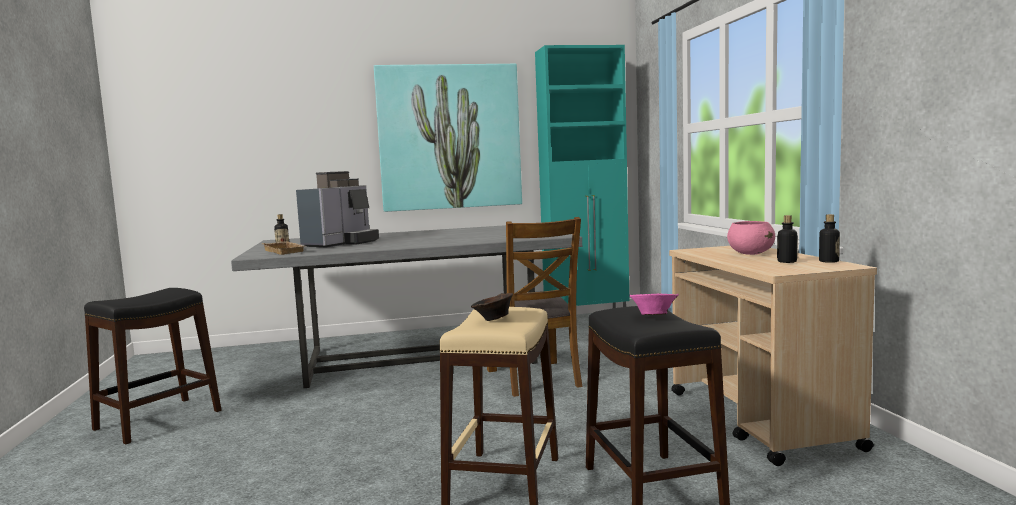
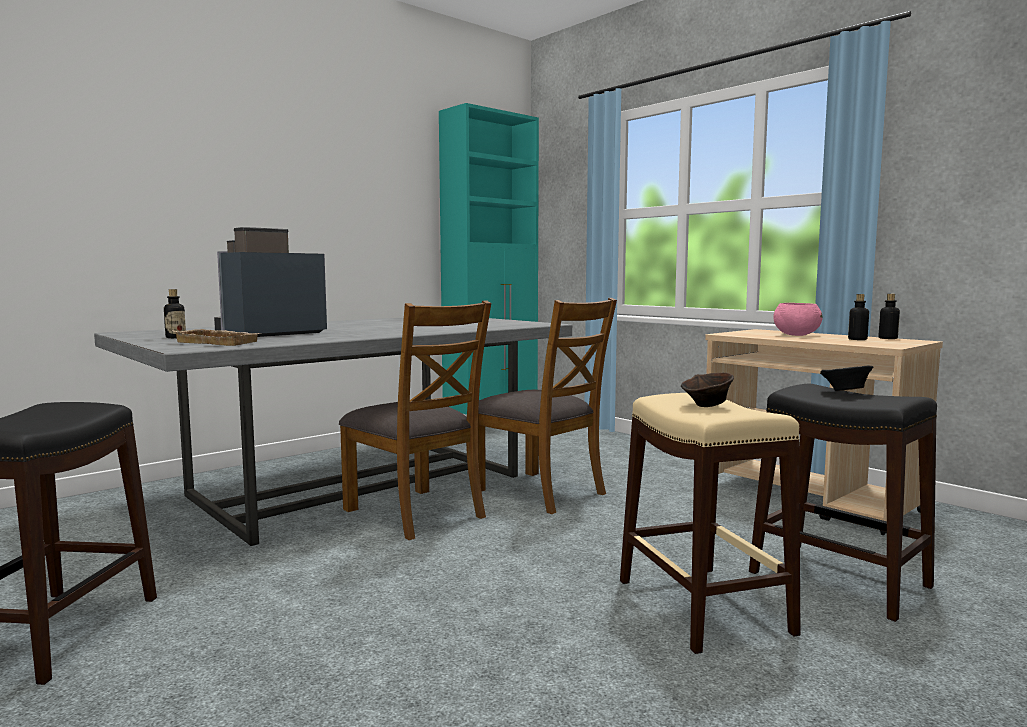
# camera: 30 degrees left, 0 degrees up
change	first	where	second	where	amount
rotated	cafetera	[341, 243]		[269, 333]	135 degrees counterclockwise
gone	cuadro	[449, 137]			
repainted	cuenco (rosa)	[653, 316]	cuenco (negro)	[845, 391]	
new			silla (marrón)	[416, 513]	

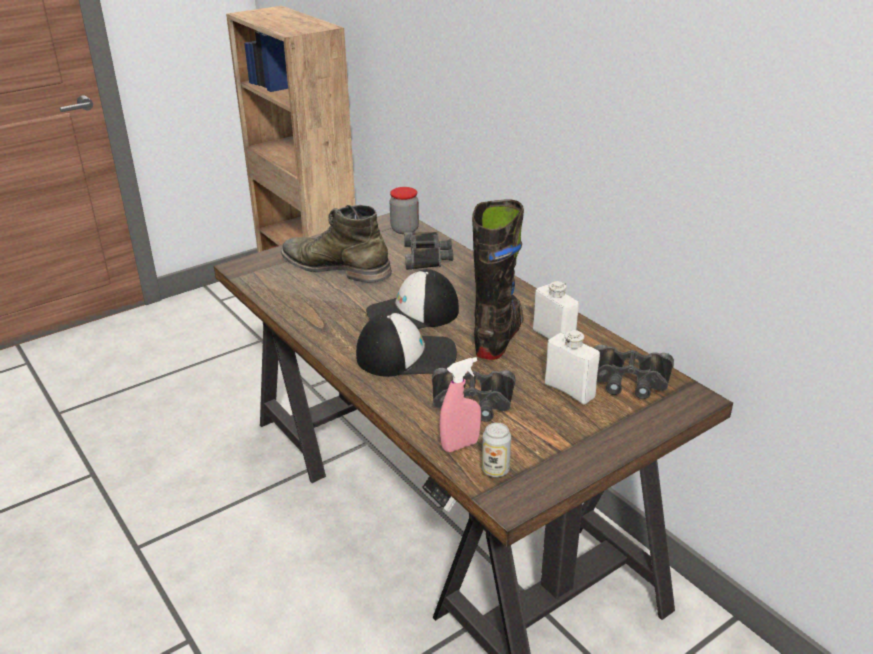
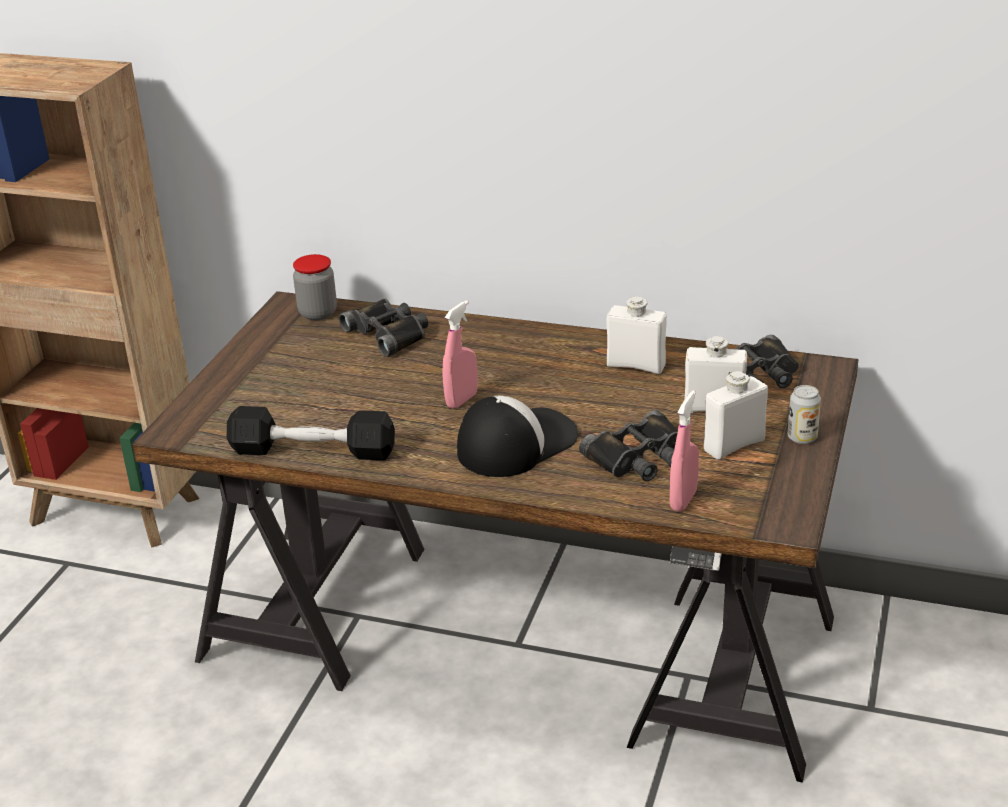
# camera: 35 degrees left, 0 degrees up
change	first	where	second	where	amount
gone	bota (verde)	[336, 267]			
swapped	gorra	[413, 314]	pulverizador (rosa)	[462, 400]	
gone	bota (negro)	[498, 336]			
shifted	lata	[495, 470]		[802, 438]	
new			mancuerna (negro)	[313, 450]	
new			botella (blanco)	[734, 445]	

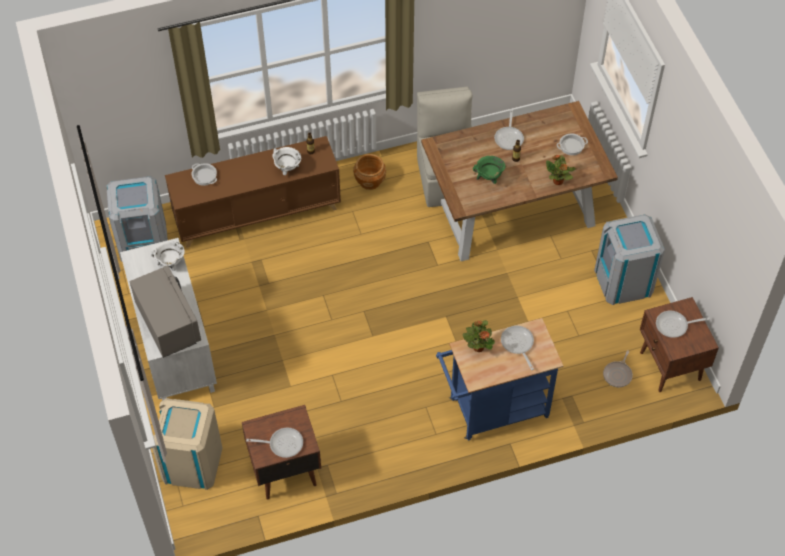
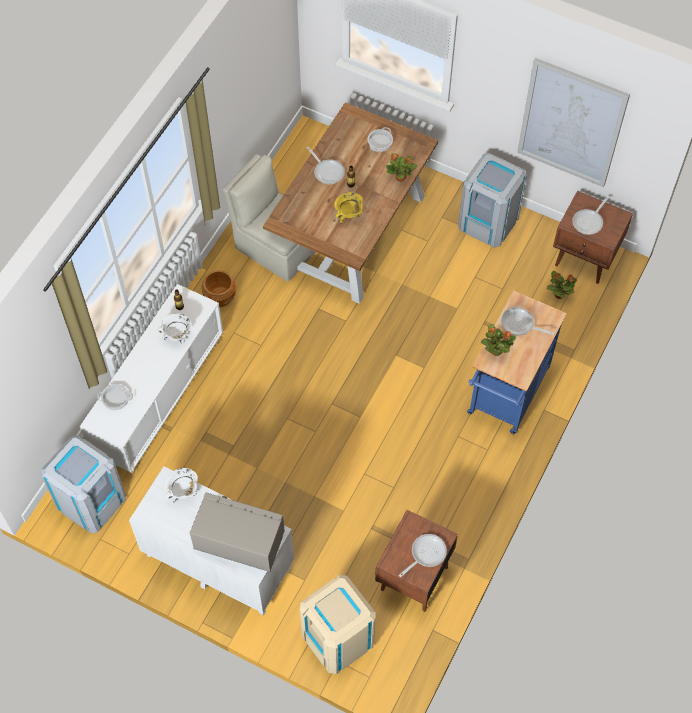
# camera: 45 degrees left, 5 degrees up
change	first	where	second	where	amount
repainted	armario (marrón)	[258, 213]	armario (blanco)	[160, 397]	
repainted	olla (verde)	[489, 178]	olla (amarillo)	[348, 215]	
swapped	sartén	[618, 374]	planta en maceta	[559, 294]	
new			cuadro	[571, 123]	

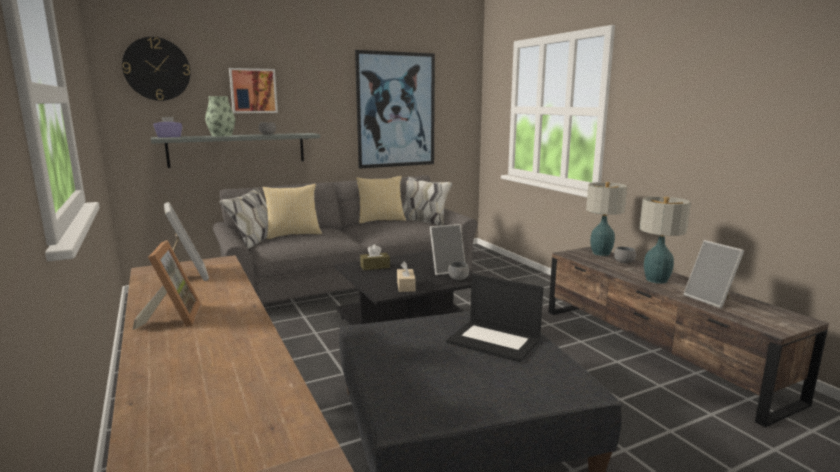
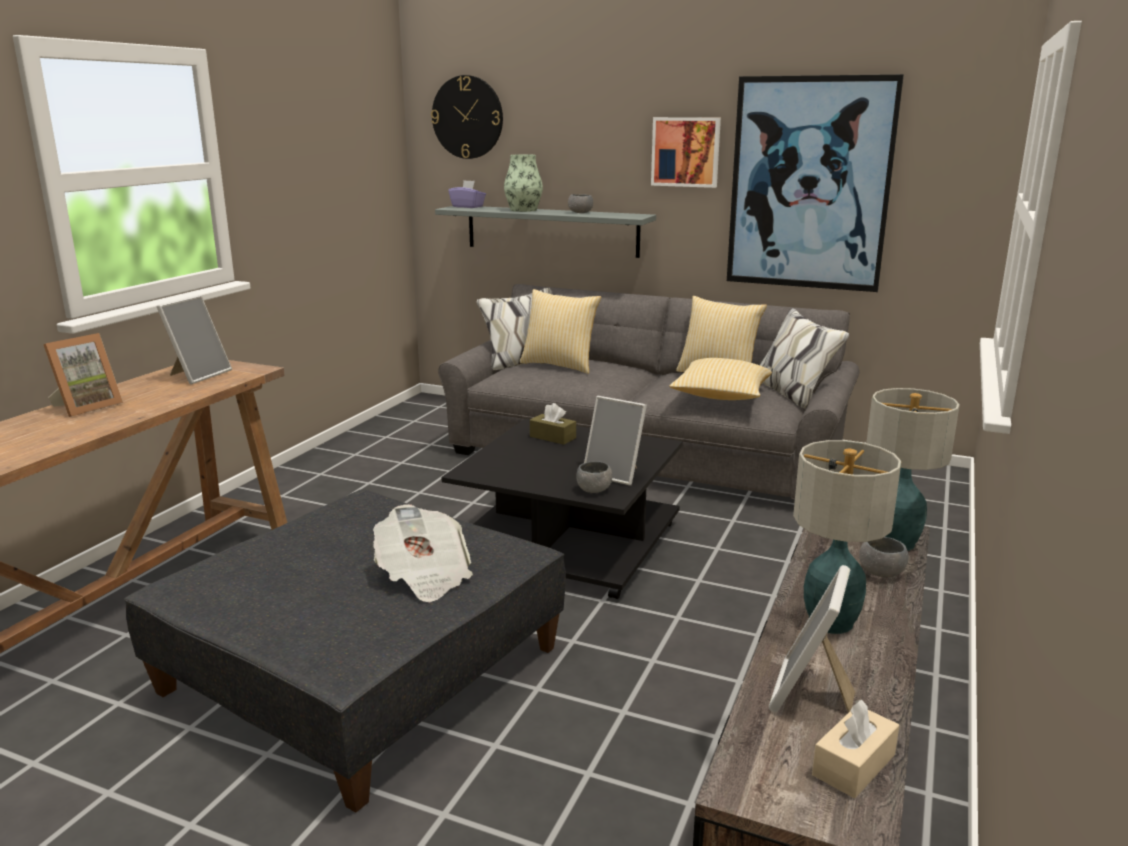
# camera: 50 degrees right, 5 degrees up
change	first	where	second	where	amount
shifted	cuadro	[253, 91]		[686, 152]	
shifted	caja de pañuelos (beis)	[406, 286]		[853, 765]	
swapped	portátil	[495, 341]	periódico	[424, 576]	
new			cojín	[721, 396]	

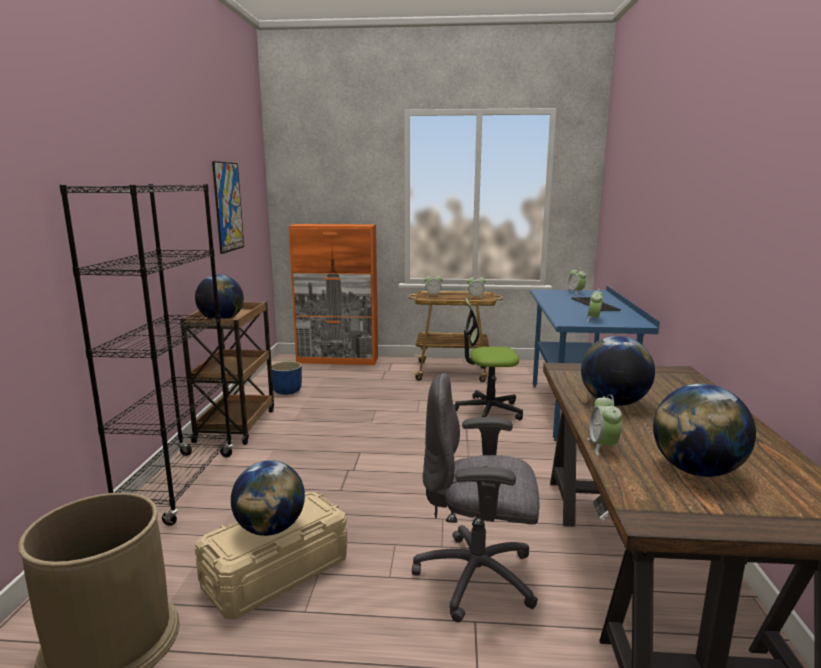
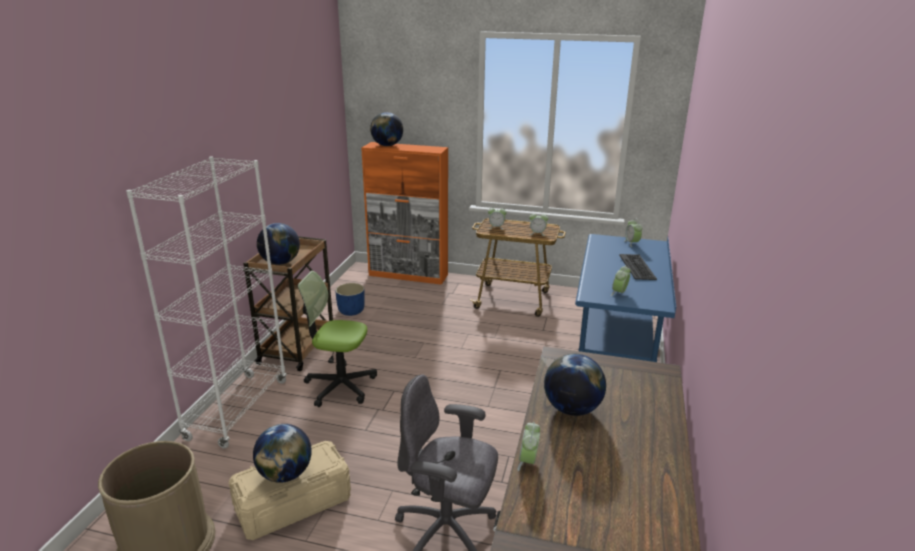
# camera: 10 degrees right, 10 degrees up
change	first	where	second	where	amount
repainted	estantería (negro)	[179, 486]	estantería (blanco)	[238, 409]	
gone	cuadro	[228, 207]			
shifted	silla de oficina	[488, 411]		[340, 386]	
shifted	globo terráqueo	[696, 471]		[387, 145]	

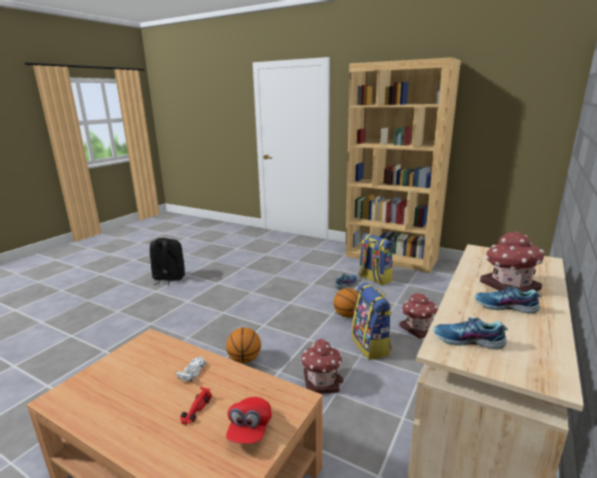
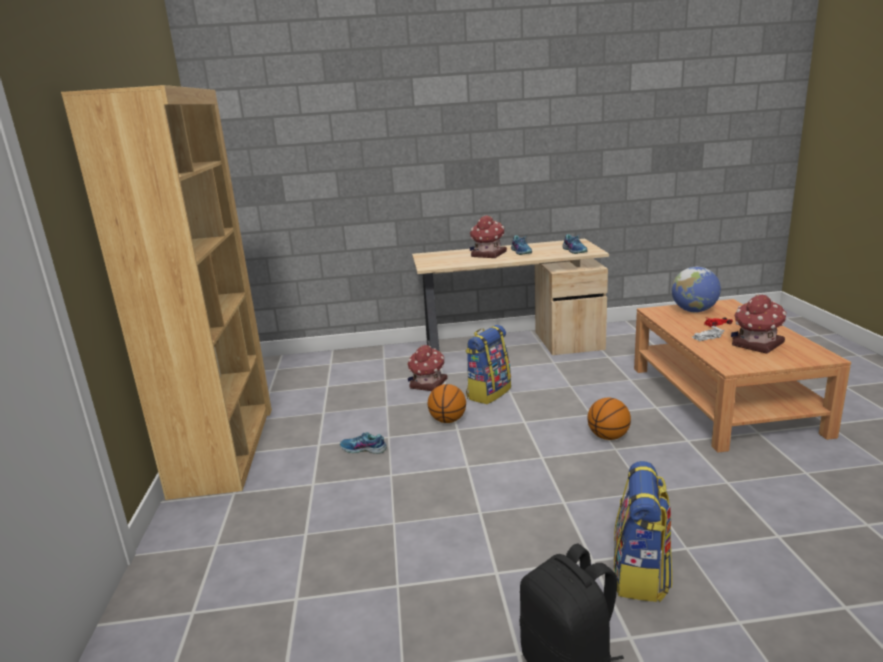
# camera: 125 degrees left, 0 degrees up
change	first	where	second	where	amount
swapped	gorra (rojo)	[250, 429]	globo terráqueo	[694, 311]	
shifted	casita	[321, 381]		[757, 344]	
shifted	mochila	[374, 279]		[641, 574]	

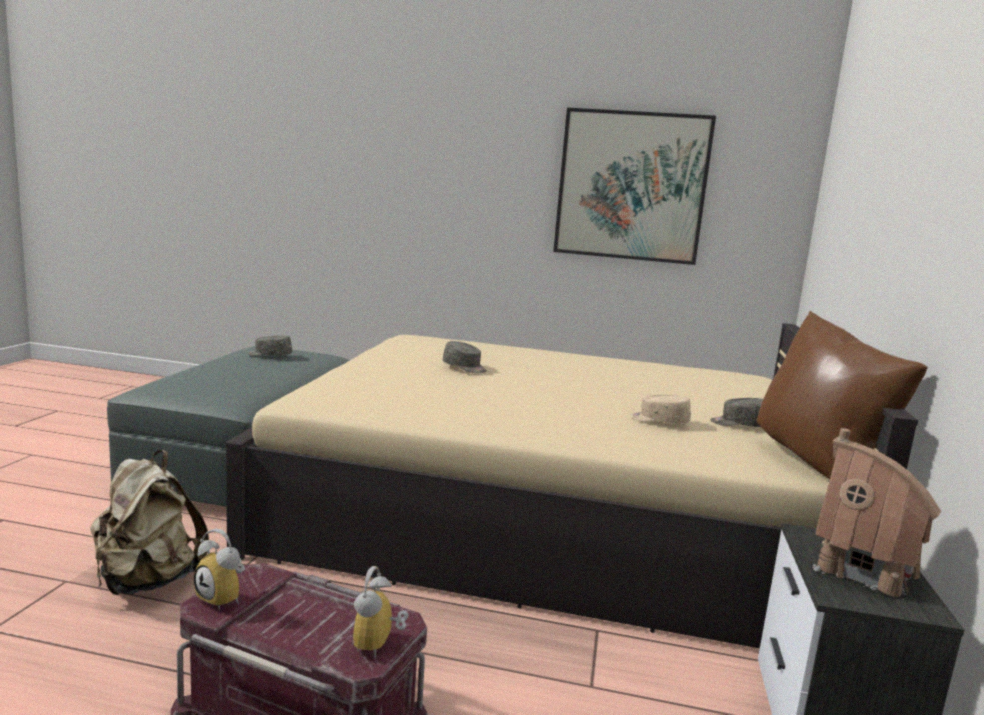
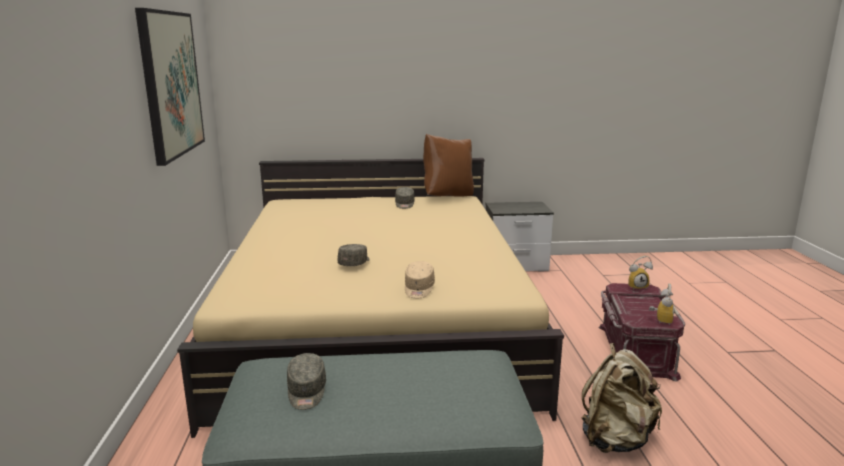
# camera: 105 degrees left, 5 degrees up
change	first	where	second	where	amount
shifted	gorra (beis)	[658, 421]		[418, 289]	
gone	casita	[863, 570]			

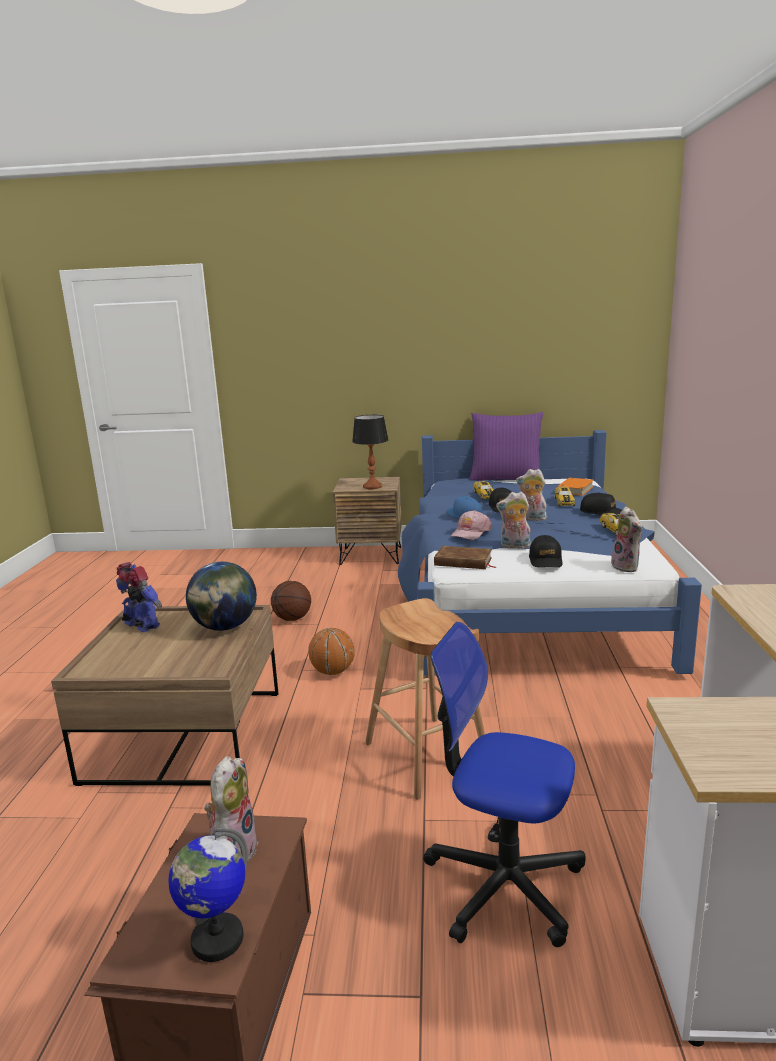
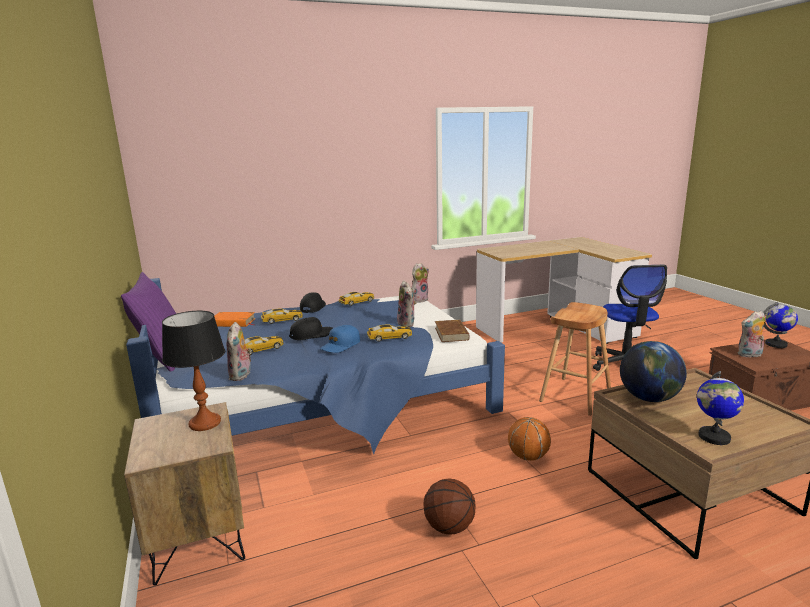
# camera: 115 degrees left, 0 degrees up
change	first	where	second	where	amount
swapped	robot de juguete	[141, 626]	globo terráqueo	[713, 437]	
swapped	gorra (rosa)	[470, 533]	coche de juguete	[390, 337]	
shifted	peluche	[531, 519]		[241, 375]	
gone	gorra (negro)	[545, 560]			

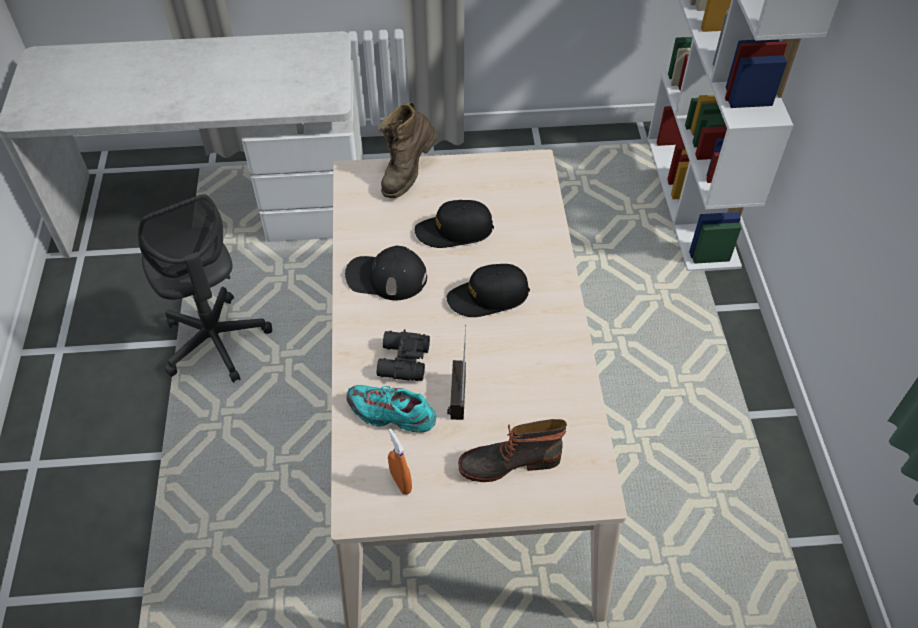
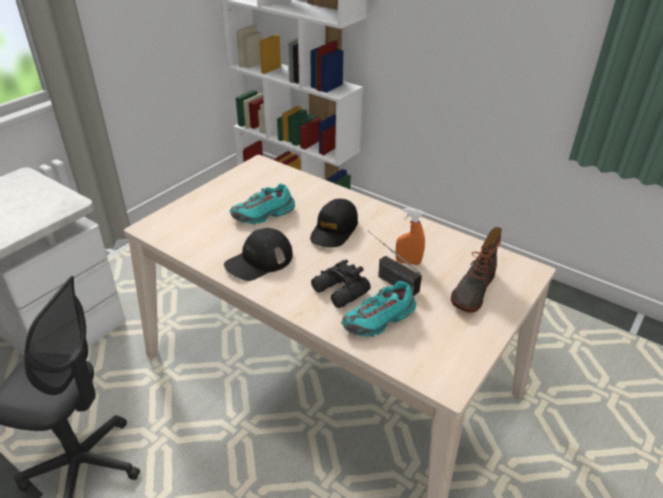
# camera: 50 degrees left, 15 degrees down
change	first	where	second	where	amount
gone	bota (marrón)	[407, 174]			
shifted	pulverizador (naranja)	[401, 482]		[408, 262]	
swapped	gorra (negro)	[454, 231]	zapato (turquesa)	[264, 215]	

